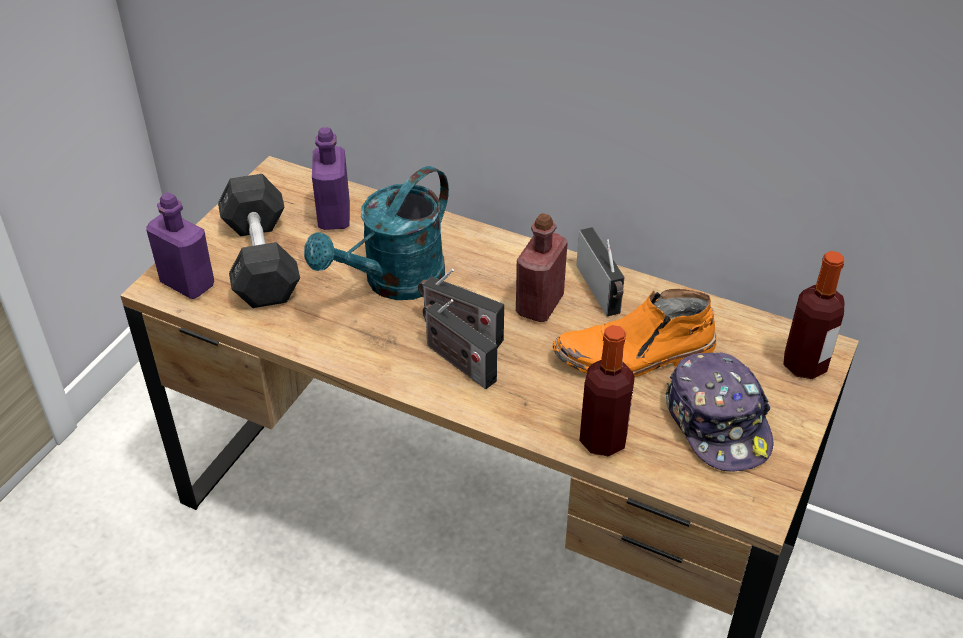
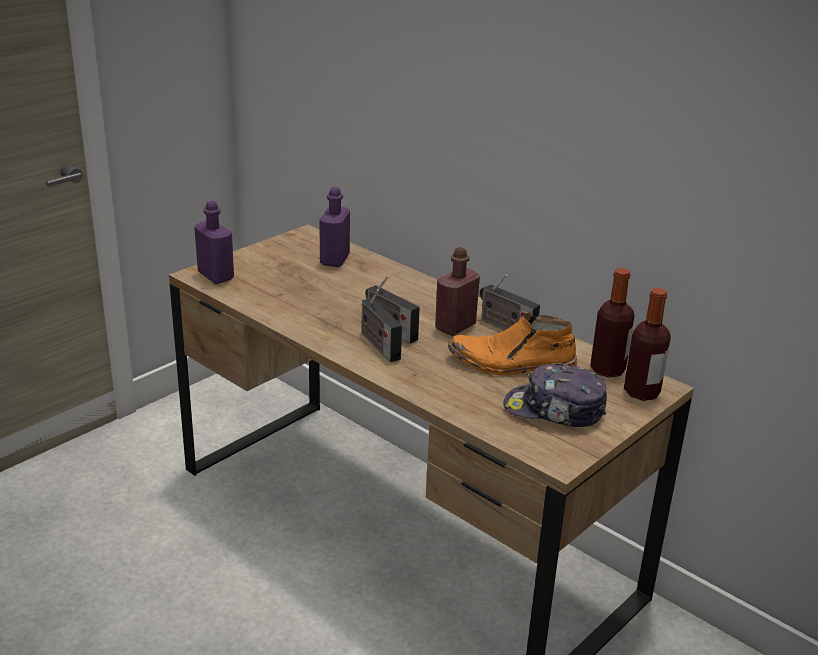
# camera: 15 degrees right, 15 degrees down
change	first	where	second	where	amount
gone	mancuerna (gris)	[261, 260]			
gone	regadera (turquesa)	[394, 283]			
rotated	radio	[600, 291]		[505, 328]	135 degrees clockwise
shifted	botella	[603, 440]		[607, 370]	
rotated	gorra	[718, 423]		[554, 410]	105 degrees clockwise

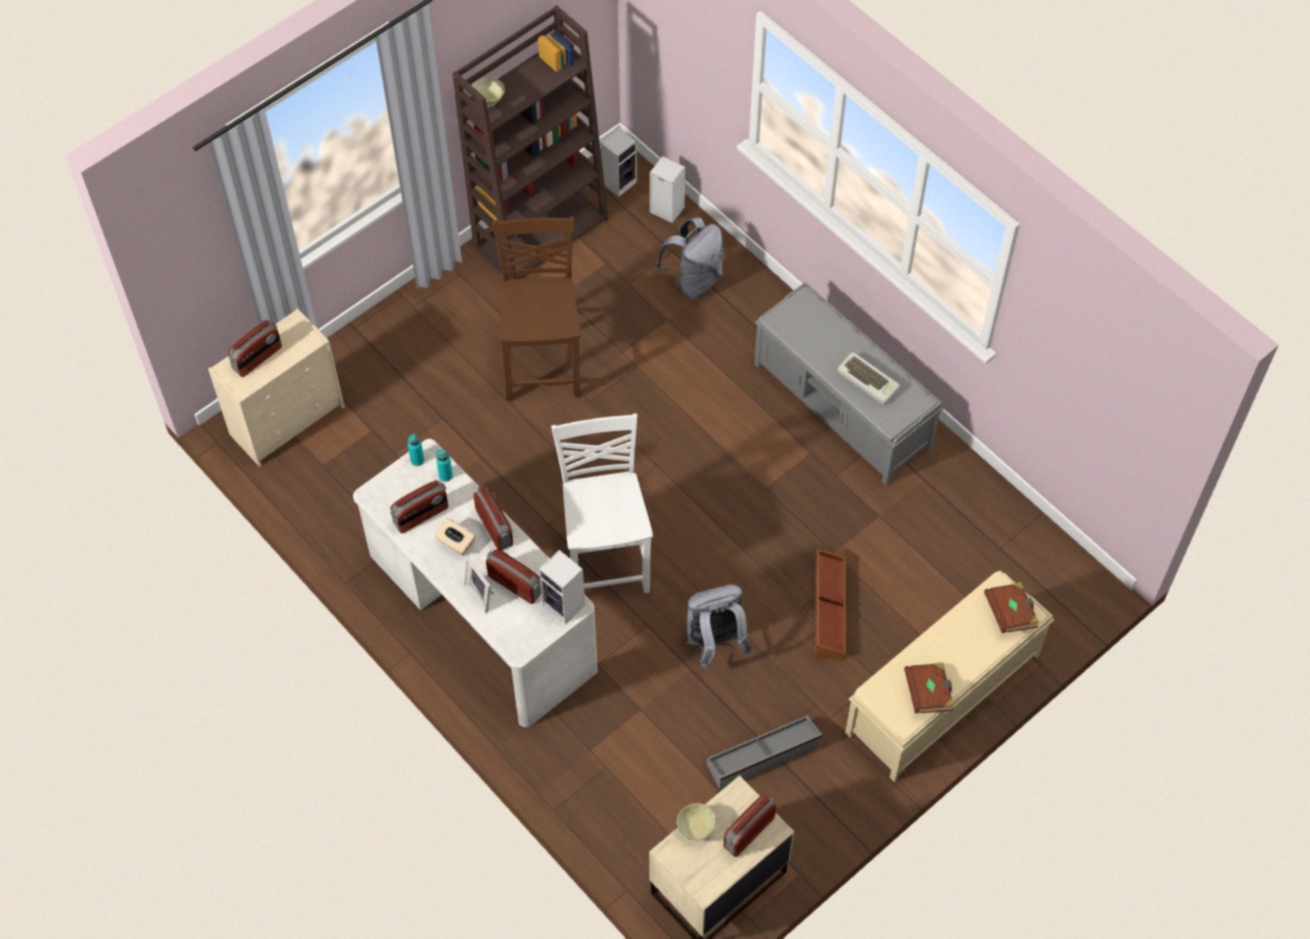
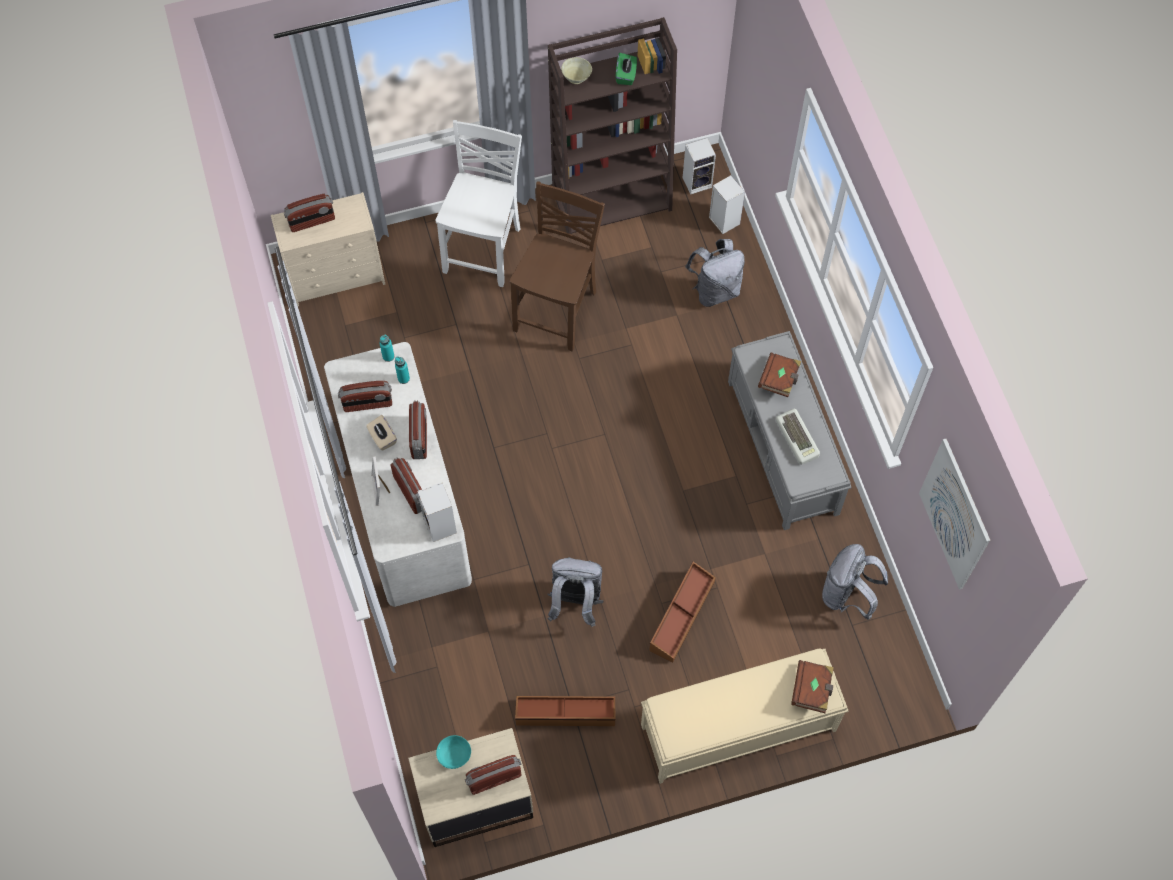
# camera: 25 degrees right, 5 degrees up
change	first	where	second	where	amount
shifted	silla (blanco)	[606, 558]		[485, 250]	
repainted	cuenco (beis)	[696, 827]	cuenco (turquesa)	[454, 755]	
repainted	caja de almacenaje (gris)	[764, 756]	caja de almacenaje (marrón)	[565, 714]	
shifted	libro (marrón)	[928, 693]		[779, 379]	
new			caja de pañuelos (verde)	[626, 75]	
new			mochila (gris)	[847, 595]	
new			cuadro	[954, 515]	

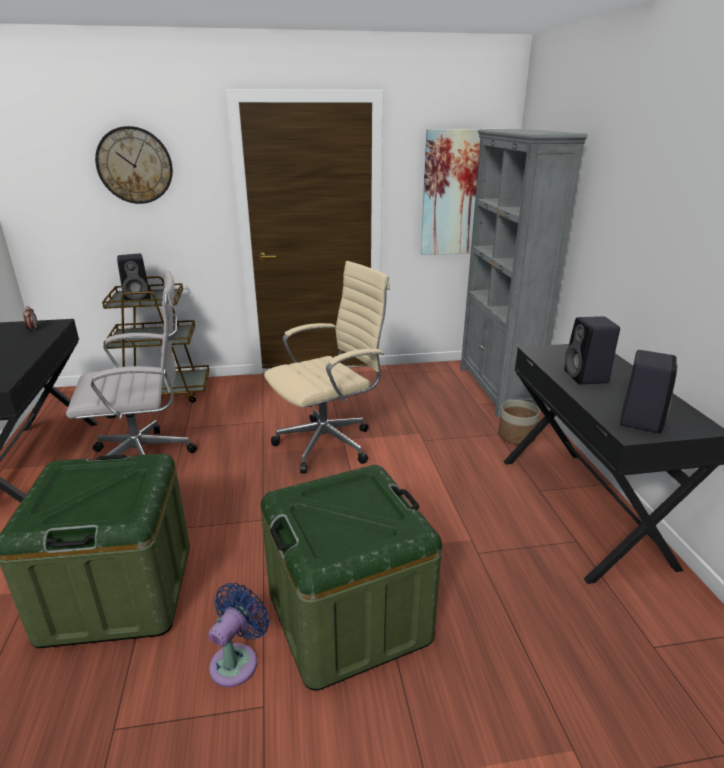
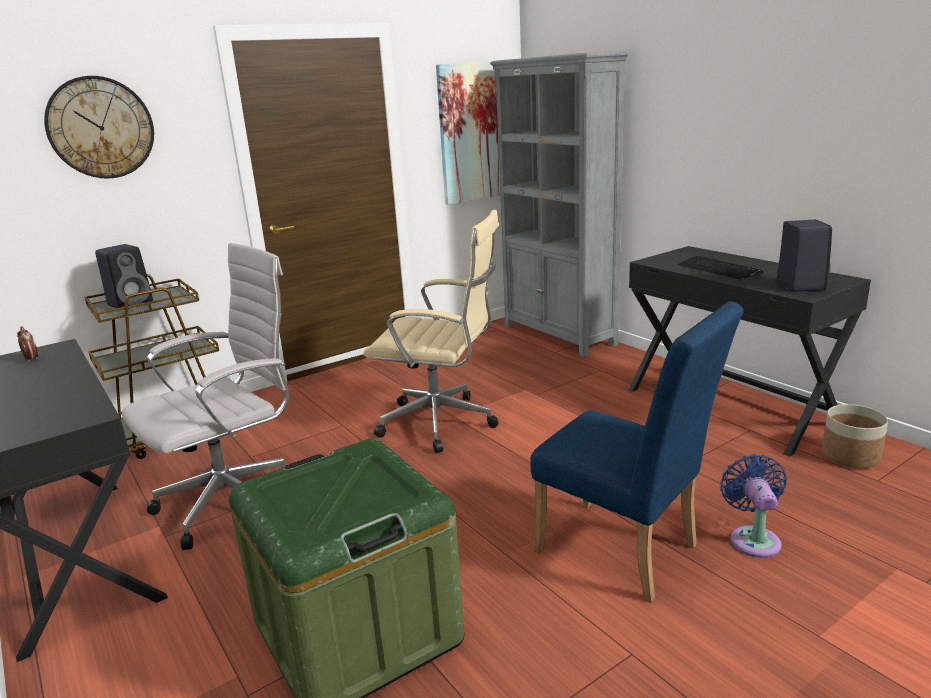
# camera: 25 degrees left, 5 degrees down
change	first	where	second	where	amount
shifted	ventilador (azul)	[237, 660]		[753, 539]	
swapped	caja de almacenaje (verde)	[348, 616]	silla (azul)	[626, 553]	
rotated	silla de oficina (beis)	[329, 443]		[443, 423]	75 degrees clockwise
shifted	maceta	[516, 436]		[850, 456]	
swapped	altavoz (negro)	[587, 377]	teclado	[718, 269]	

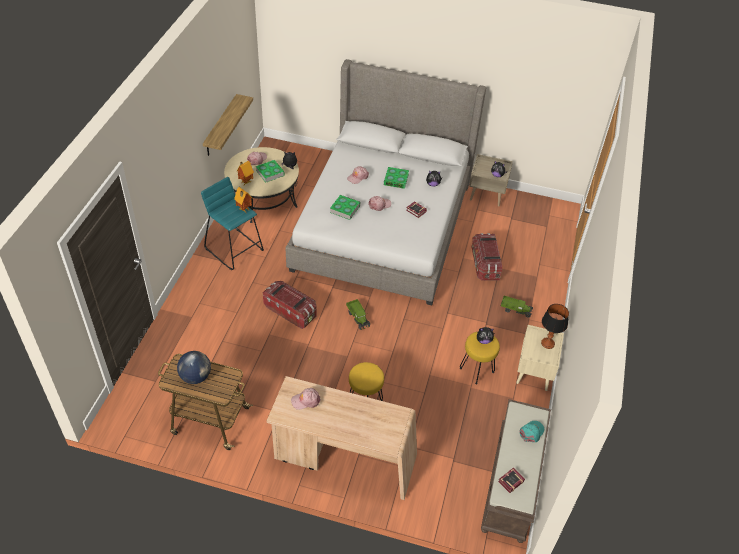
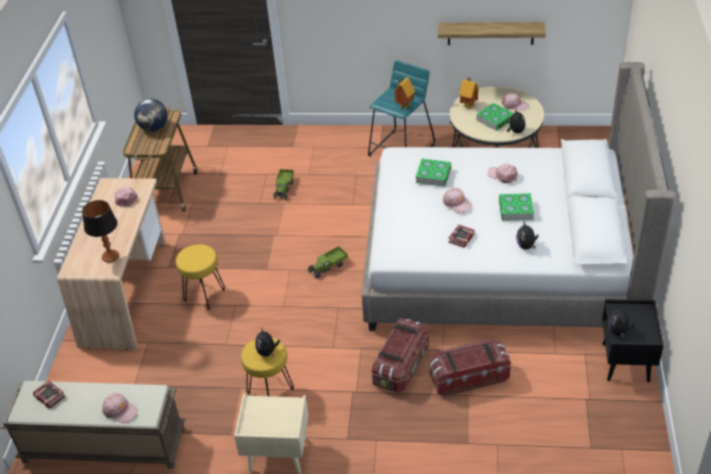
# camera: 85 degrees right, 5 degrees down
change	first	where	second	where	amount
shifted	caja de almacenaje	[290, 311]		[402, 366]	
repainted	mesita de noche (beis)	[487, 195]	mesita de noche (negro)	[626, 363]	
shifted	camión de juguete	[515, 309]		[284, 189]	
repainted	gorra (turquesa)	[531, 432]	gorra (rosa)	[120, 410]	
shifted	lámpara de mesa	[547, 343]		[110, 256]	

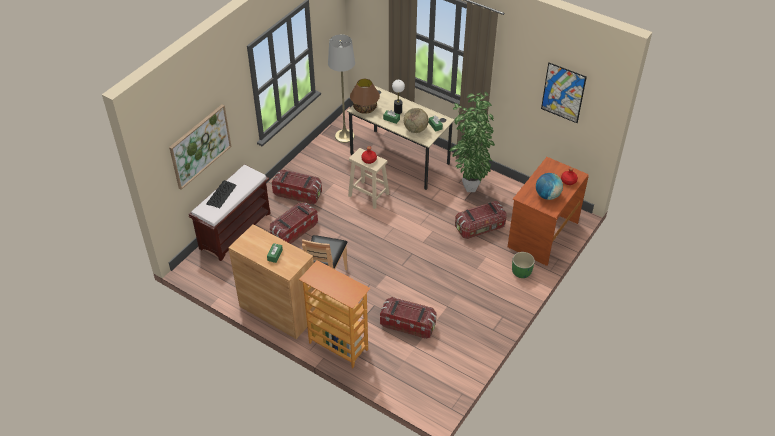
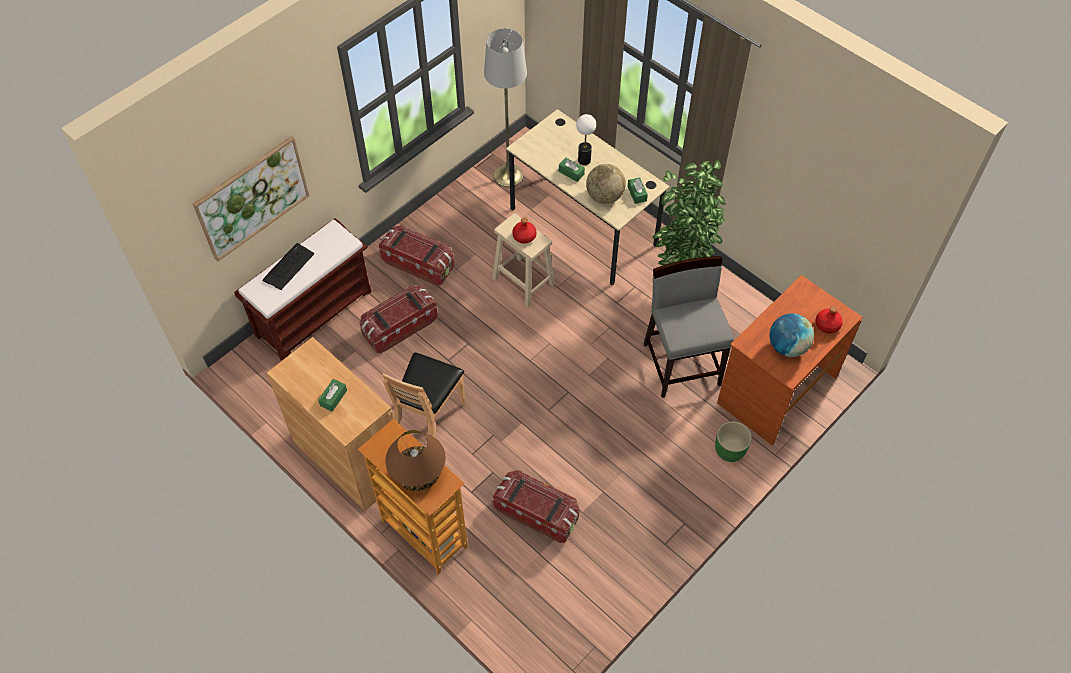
# camera: 10 degrees right, 10 degrees up
change	first	where	second	where	amount
shifted	lámpara de mesa (marrón)	[364, 108]		[417, 473]	
swapped	caja de almacenaje	[480, 228]	silla (gris)	[682, 363]	
gone	cuadro	[563, 92]			

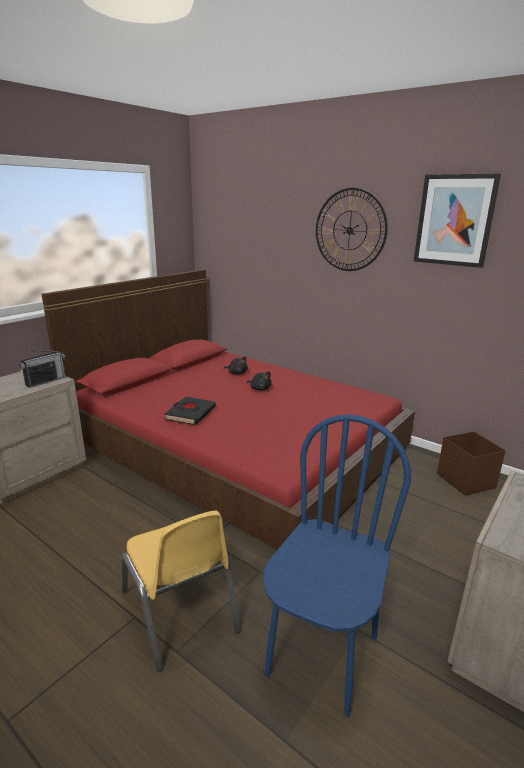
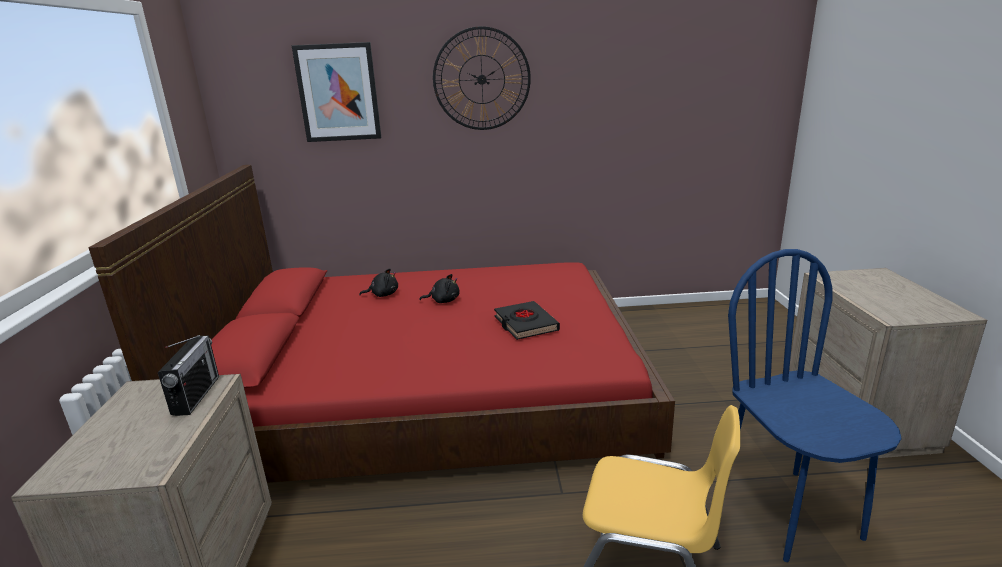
# camera: 40 degrees left, 0 degrees up
change	first	where	second	where	amount
shifted	libro (negro)	[190, 414]		[525, 324]	
shifted	cuadro	[454, 220]		[338, 93]	
gone	caja de almacenaje (marrón)	[465, 480]			

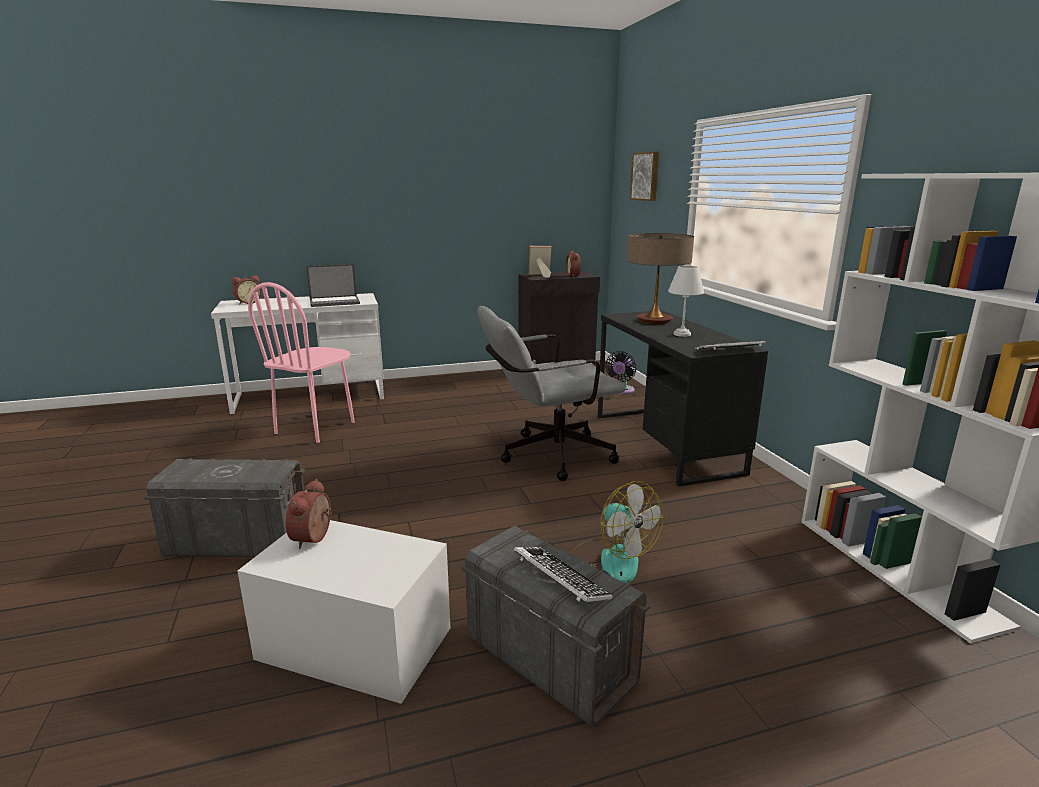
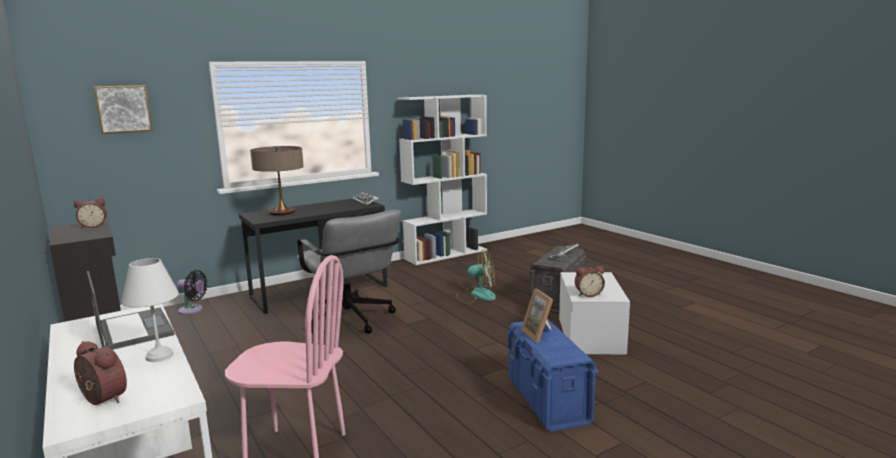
# camera: 105 degrees left, 5 degrees down
change	first	where	second	where	amount
repainted	caja de almacenaje (gris)	[238, 542]	caja de almacenaje (azul)	[547, 401]	
shifted	portarretratos	[540, 275]		[540, 334]	
rotated	ventilador	[610, 559]		[476, 295]	60 degrees clockwise
shifted	lámpara de mesa (blanco)	[682, 334]		[158, 356]	

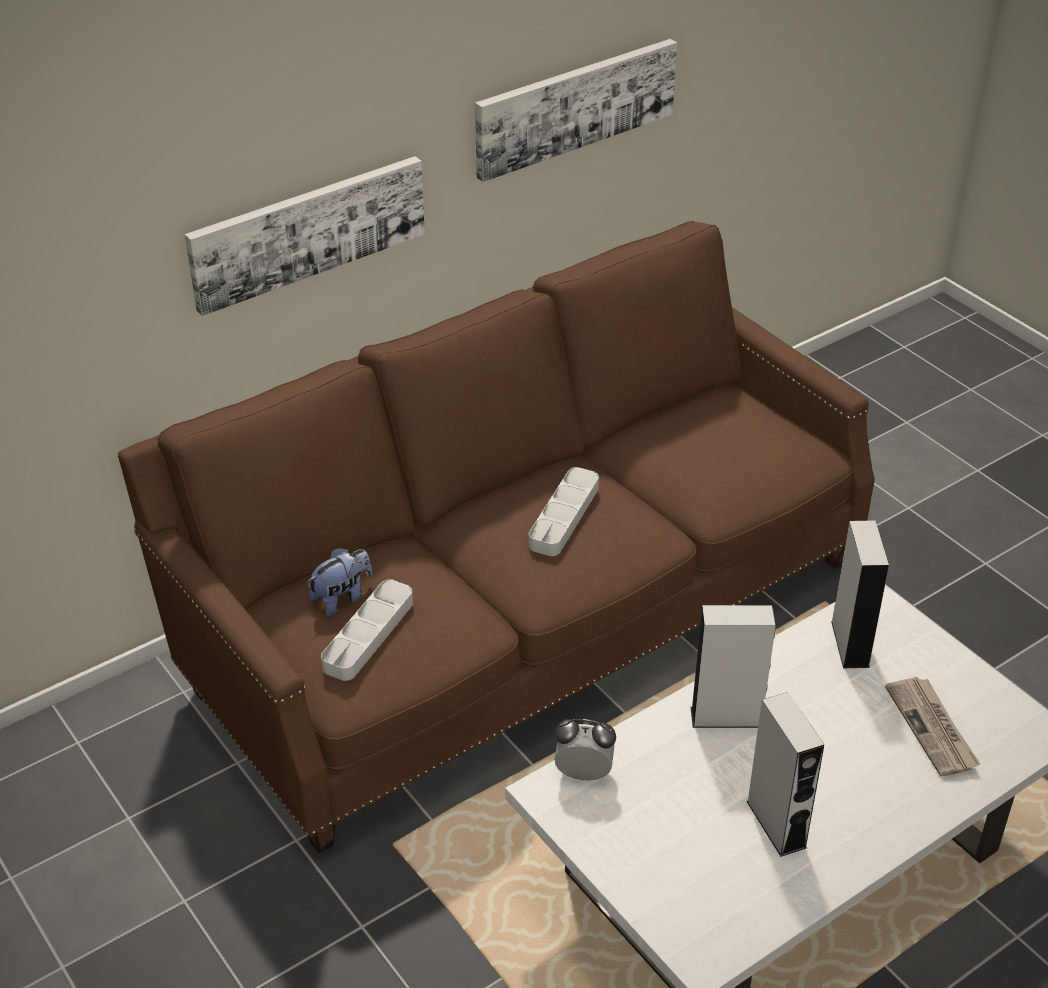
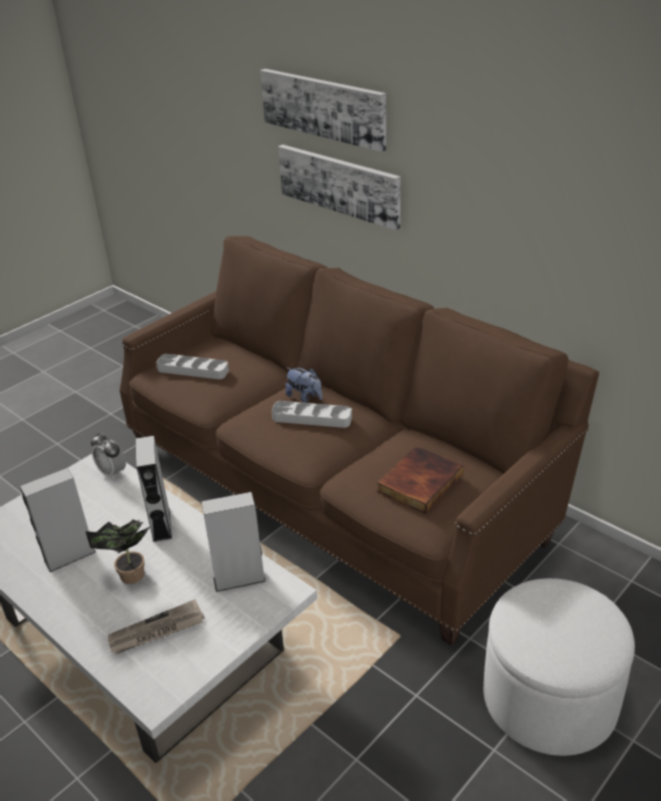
# camera: 80 degrees right, 5 degrees down
change	first	where	second	where	amount
shifted	peluche	[342, 598]		[305, 397]	
shifted	cuadro	[574, 106]		[323, 107]	
rotated	despertador	[583, 773]		[112, 472]	135 degrees clockwise
new			planta en maceta	[129, 577]	
new			libro	[419, 482]	
new			puf (blanco)	[549, 699]	

